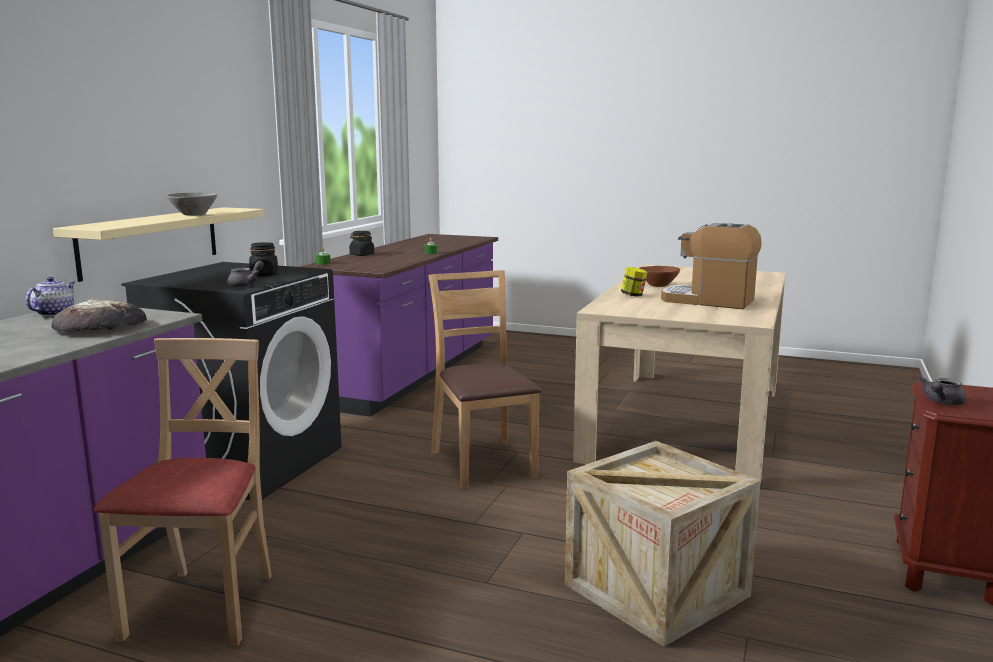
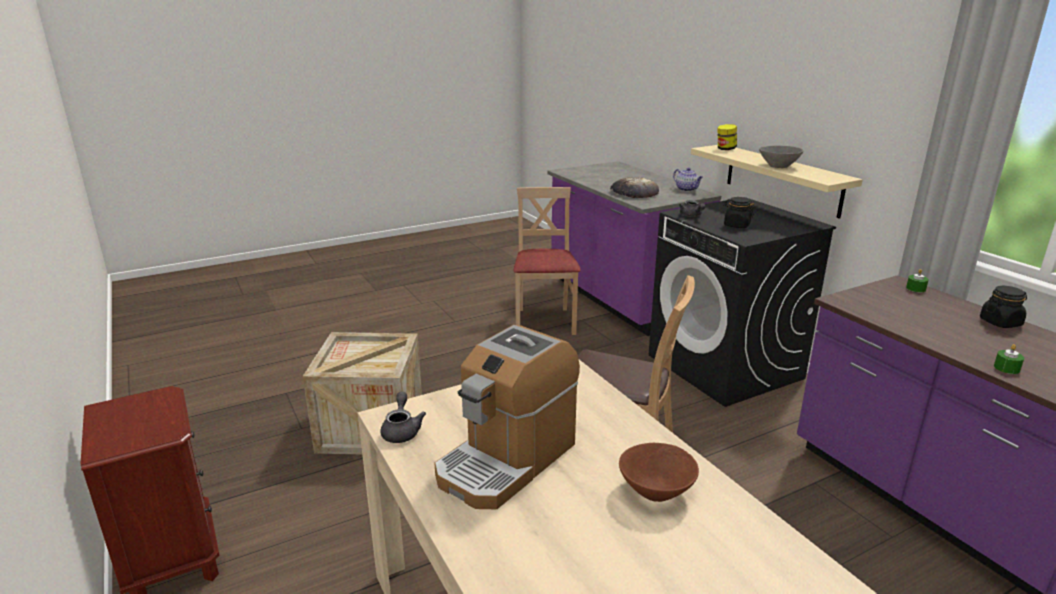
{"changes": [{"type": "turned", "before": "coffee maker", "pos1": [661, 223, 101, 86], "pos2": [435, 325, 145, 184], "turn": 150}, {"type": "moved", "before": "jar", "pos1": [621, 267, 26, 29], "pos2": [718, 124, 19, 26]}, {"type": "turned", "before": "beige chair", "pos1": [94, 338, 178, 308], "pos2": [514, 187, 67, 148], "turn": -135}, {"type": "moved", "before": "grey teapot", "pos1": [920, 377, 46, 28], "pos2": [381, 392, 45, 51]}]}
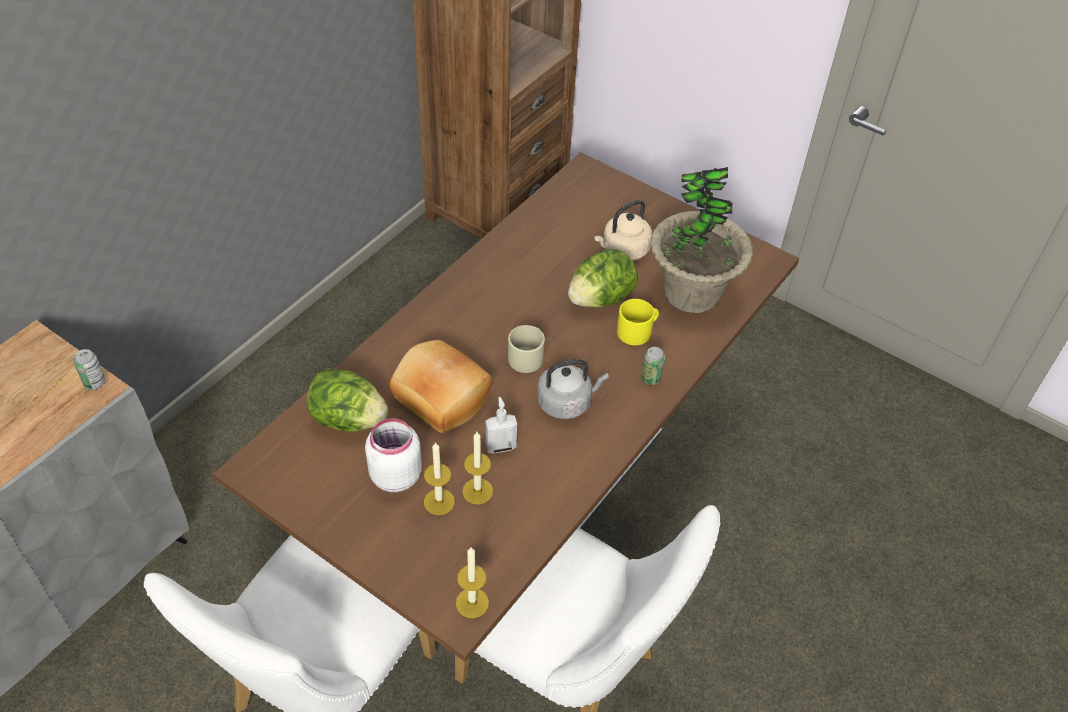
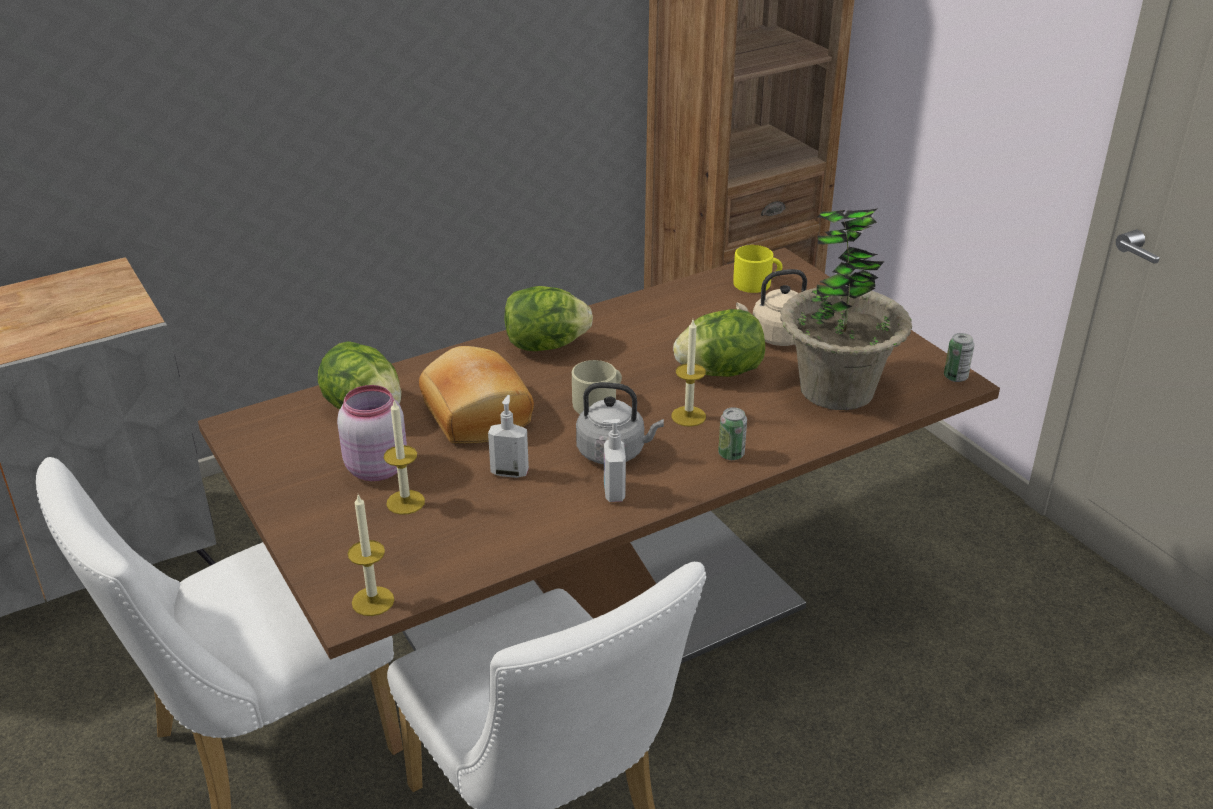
{"changes": [{"type": "moved", "before": "yellow coffee mug", "pos1": [617, 299, 42, 46], "pos2": [733, 245, 49, 48]}, {"type": "moved", "before": "sealed can", "pos1": [73, 349, 33, 41], "pos2": [944, 333, 30, 49]}, {"type": "recoloured", "before": "white jar", "after": "pink jar", "pos1": [365, 418, 57, 74], "pos2": [337, 385, 70, 96]}, {"type": "moved", "before": "wax candle", "pos1": [462, 432, 31, 72], "pos2": [671, 320, 35, 107]}, {"type": "added", "after": "lettuce head", "pos2": [504, 286, 89, 65]}, {"type": "added", "after": "soap bottle", "pos2": [602, 419, 24, 83]}]}
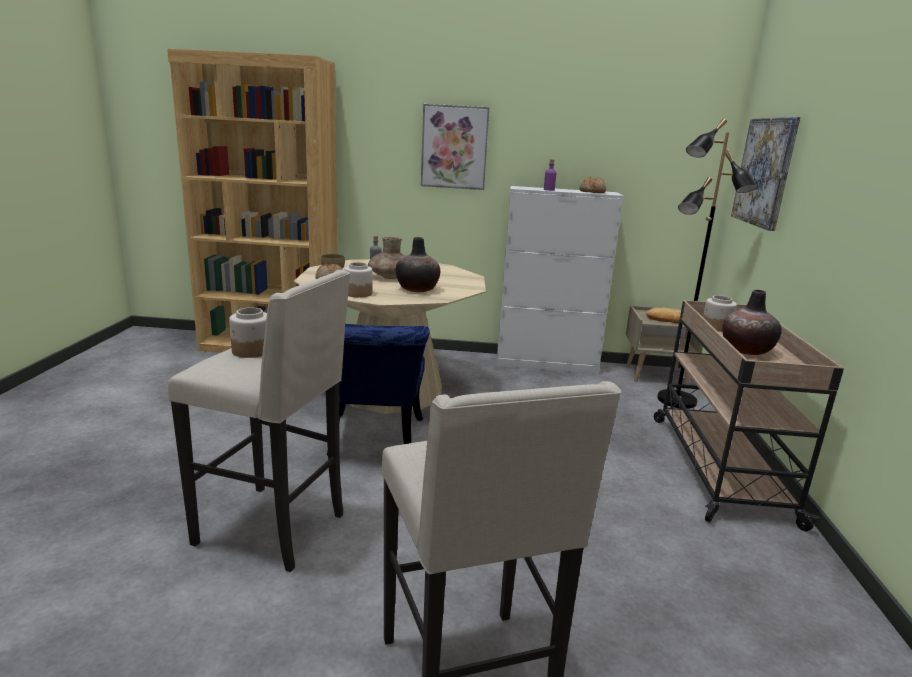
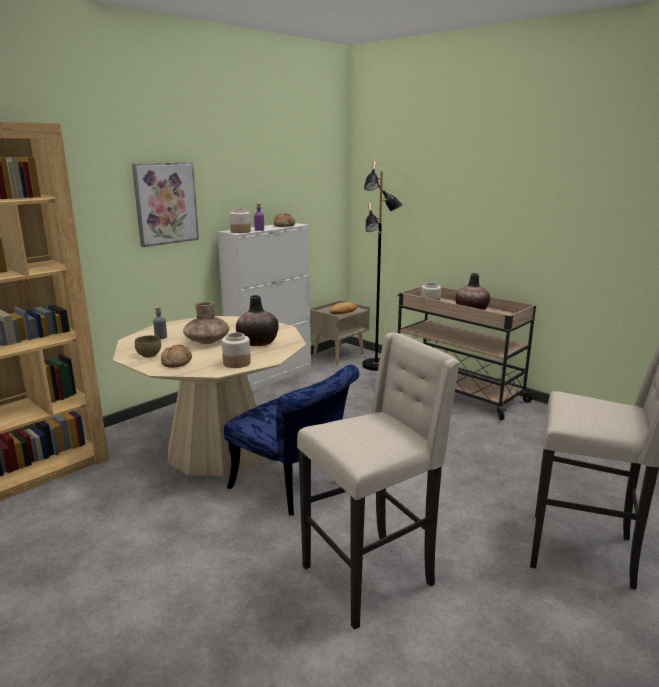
{"changes": [{"type": "removed", "before": "wall art", "pos1": [731, 117, 70, 114]}, {"type": "moved", "before": "jar", "pos1": [229, 307, 38, 51], "pos2": [230, 209, 21, 24]}]}
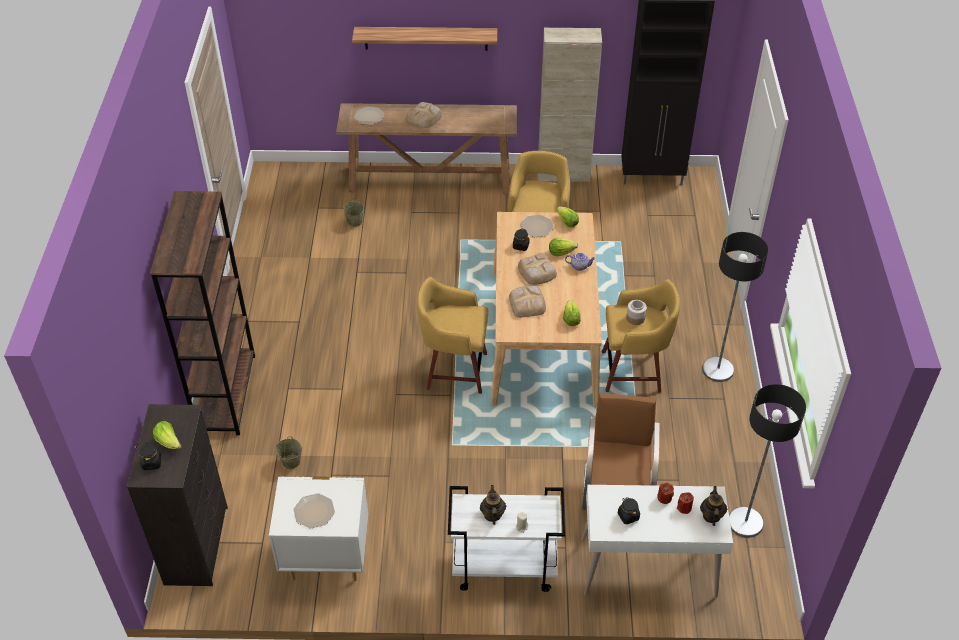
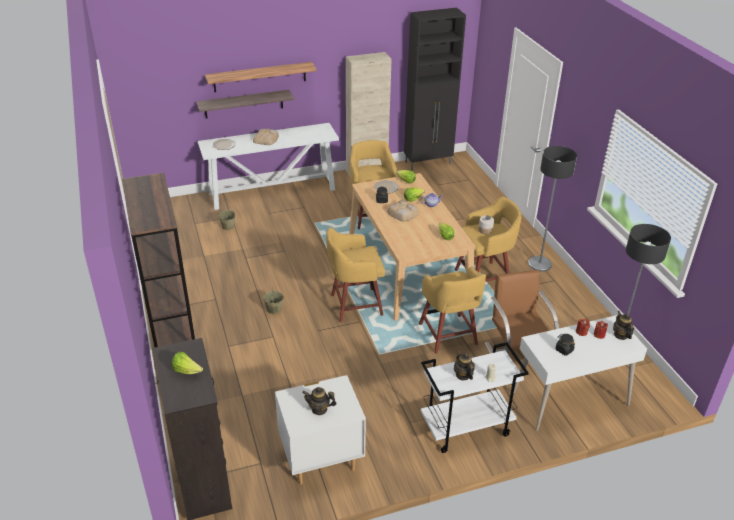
{"changes": [{"type": "recoloured", "before": "brown console table", "after": "white console table", "pos1": [336, 103, 181, 92], "pos2": [198, 123, 141, 87]}, {"type": "removed", "before": "baked bread", "pos1": [509, 286, 37, 32]}, {"type": "moved", "before": "beige bucket", "pos1": [275, 436, 27, 33], "pos2": [262, 288, 22, 26]}, {"type": "removed", "before": "black jar", "pos1": [139, 442, 22, 28]}, {"type": "replaced", "before": "plate", "after": "teapot", "pos1": [294, 493, 41, 35], "pos2": [302, 387, 35, 28]}, {"type": "added", "after": "shelf", "pos2": [196, 90, 98, 29]}, {"type": "added", "after": "yellow sitting stool", "pos2": [419, 266, 67, 88]}]}
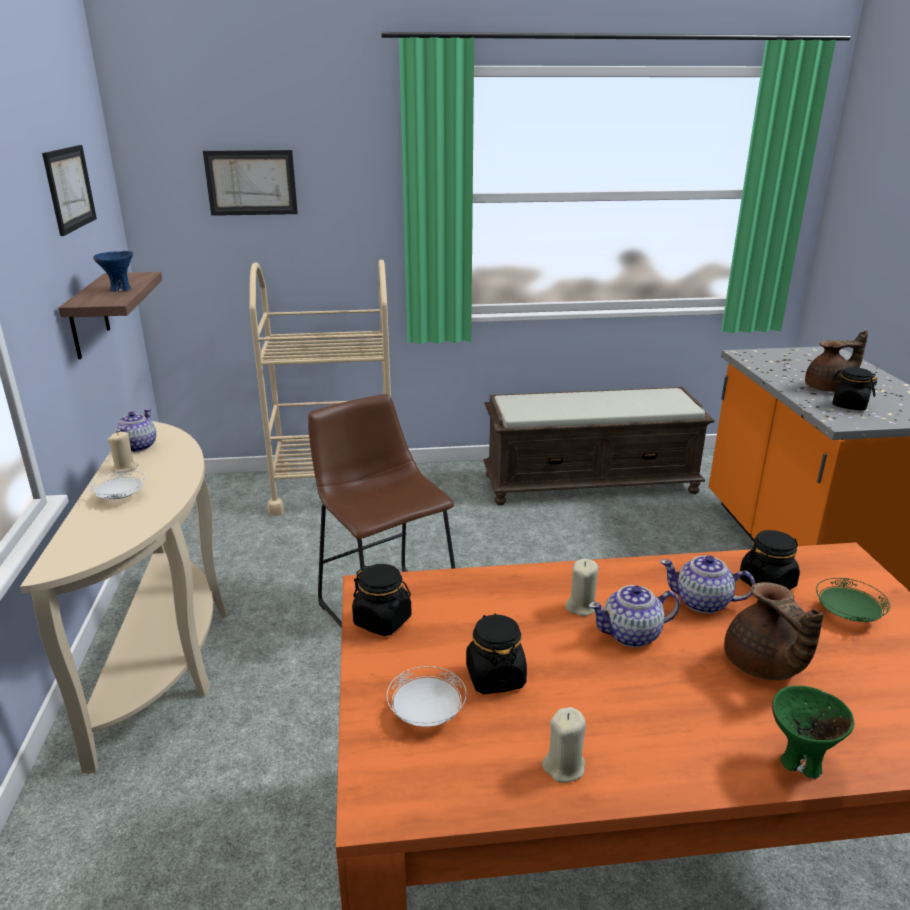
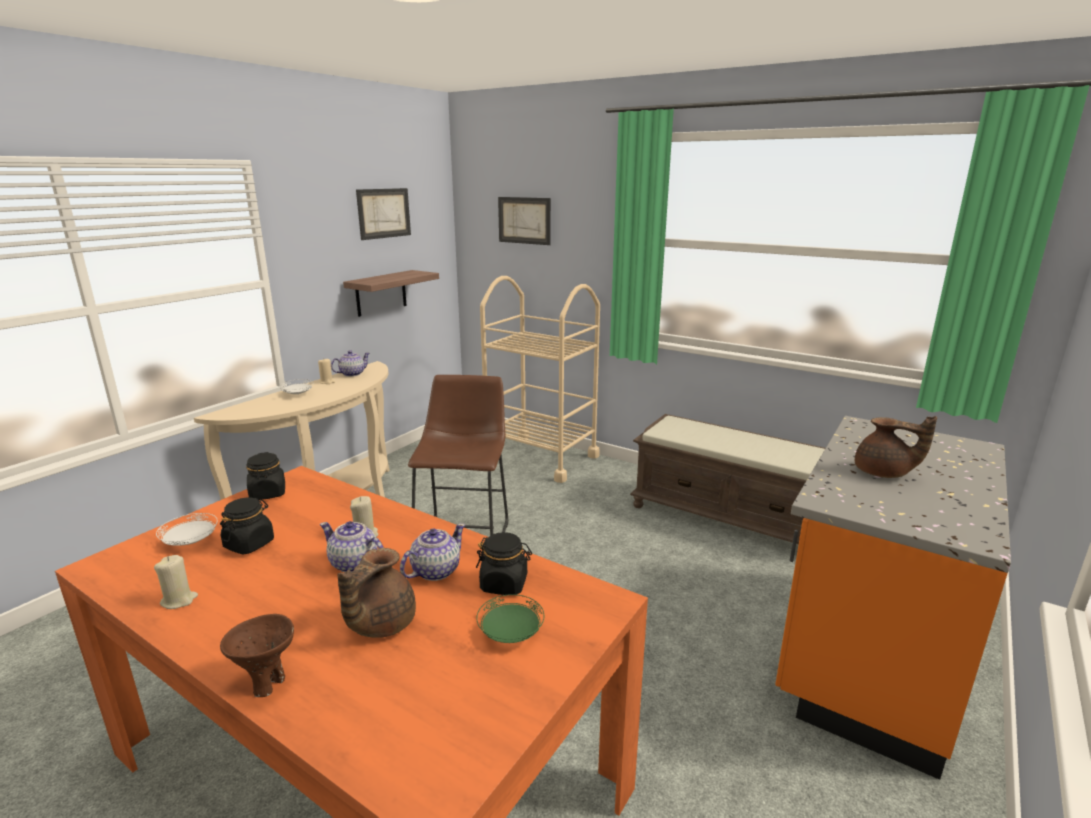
{"changes": [{"type": "removed", "before": "blue serving bowl", "pos1": [93, 251, 40, 41]}, {"type": "removed", "before": "black jar", "pos1": [832, 367, 46, 44]}, {"type": "turned", "before": "teapot", "pos1": [660, 555, 95, 59], "pos2": [400, 523, 65, 58], "turn": 75}, {"type": "recoloured", "before": "greenish serving bowl", "after": "brown serving bowl", "pos1": [772, 686, 82, 93], "pos2": [220, 614, 74, 83]}]}
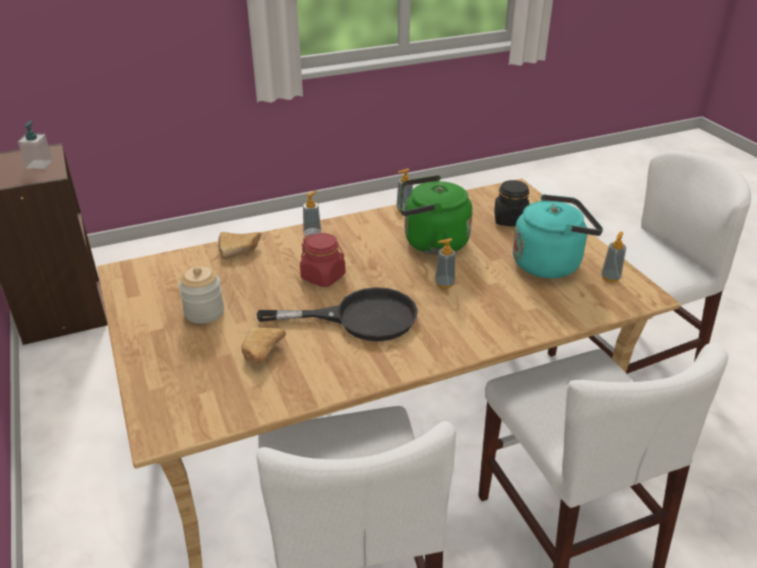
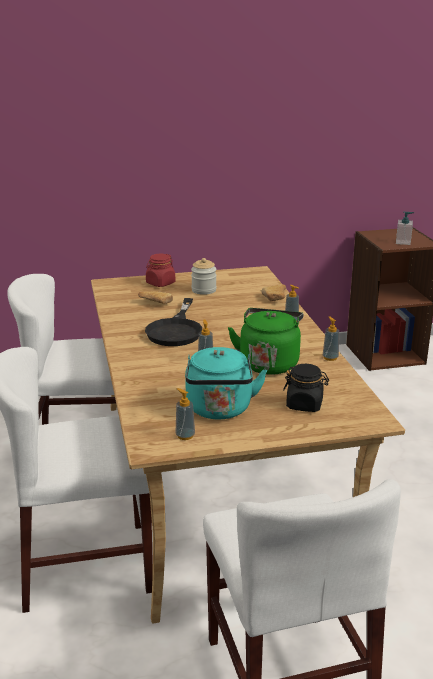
{"changes": [{"type": "moved", "before": "red-coloured jar", "pos1": [300, 233, 46, 54], "pos2": [146, 254, 29, 33]}]}
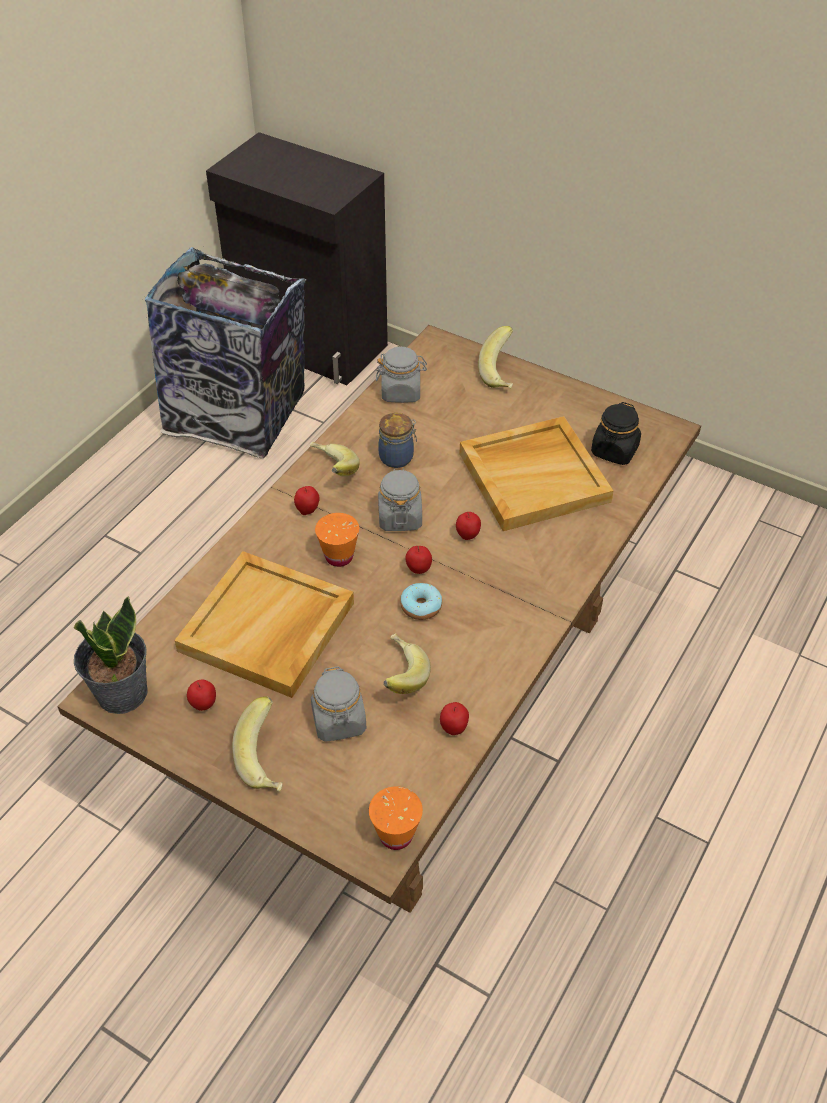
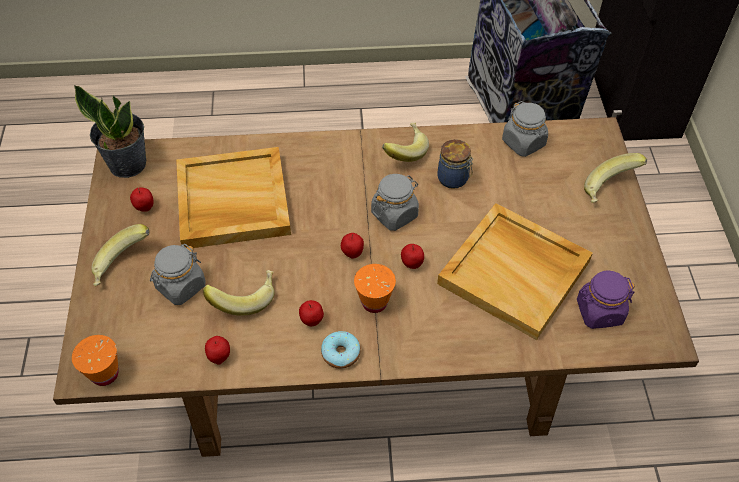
{"changes": [{"type": "recoloured", "before": "black jar", "after": "purple jar", "pos1": [591, 402, 50, 63], "pos2": [577, 270, 58, 59]}, {"type": "moved", "before": "whole apple", "pos1": [294, 486, 26, 29], "pos2": [299, 300, 25, 27]}, {"type": "moved", "before": "orangey small cup", "pos1": [315, 513, 44, 54], "pos2": [354, 264, 42, 49]}, {"type": "moved", "before": "doughnut", "pos1": [400, 583, 42, 37], "pos2": [321, 331, 40, 38]}]}
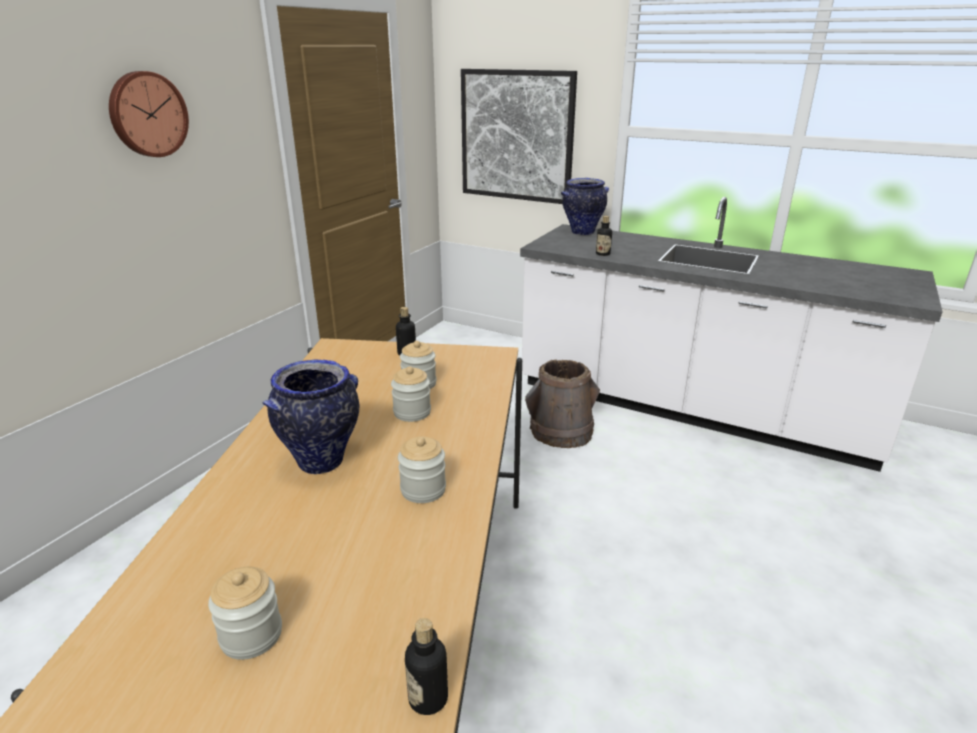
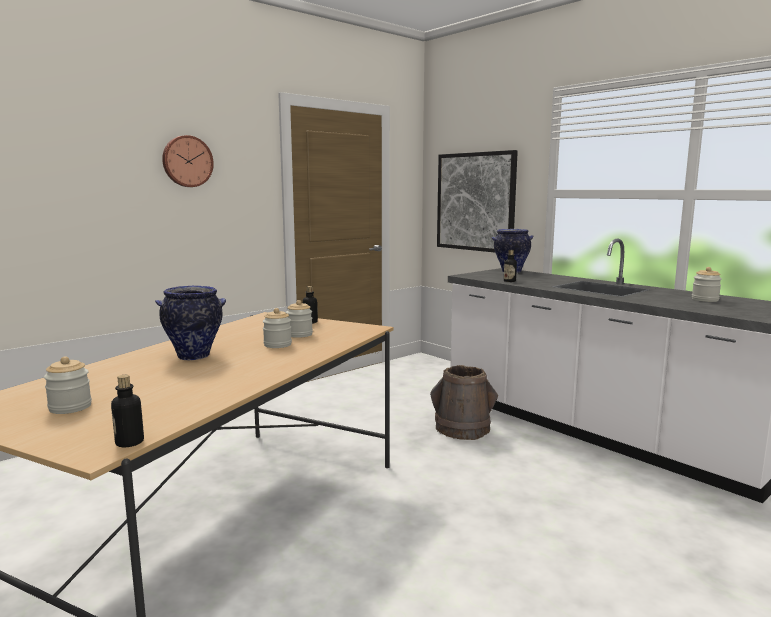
{"changes": [{"type": "moved", "before": "jar", "pos1": [398, 436, 48, 67], "pos2": [692, 267, 30, 35]}]}
